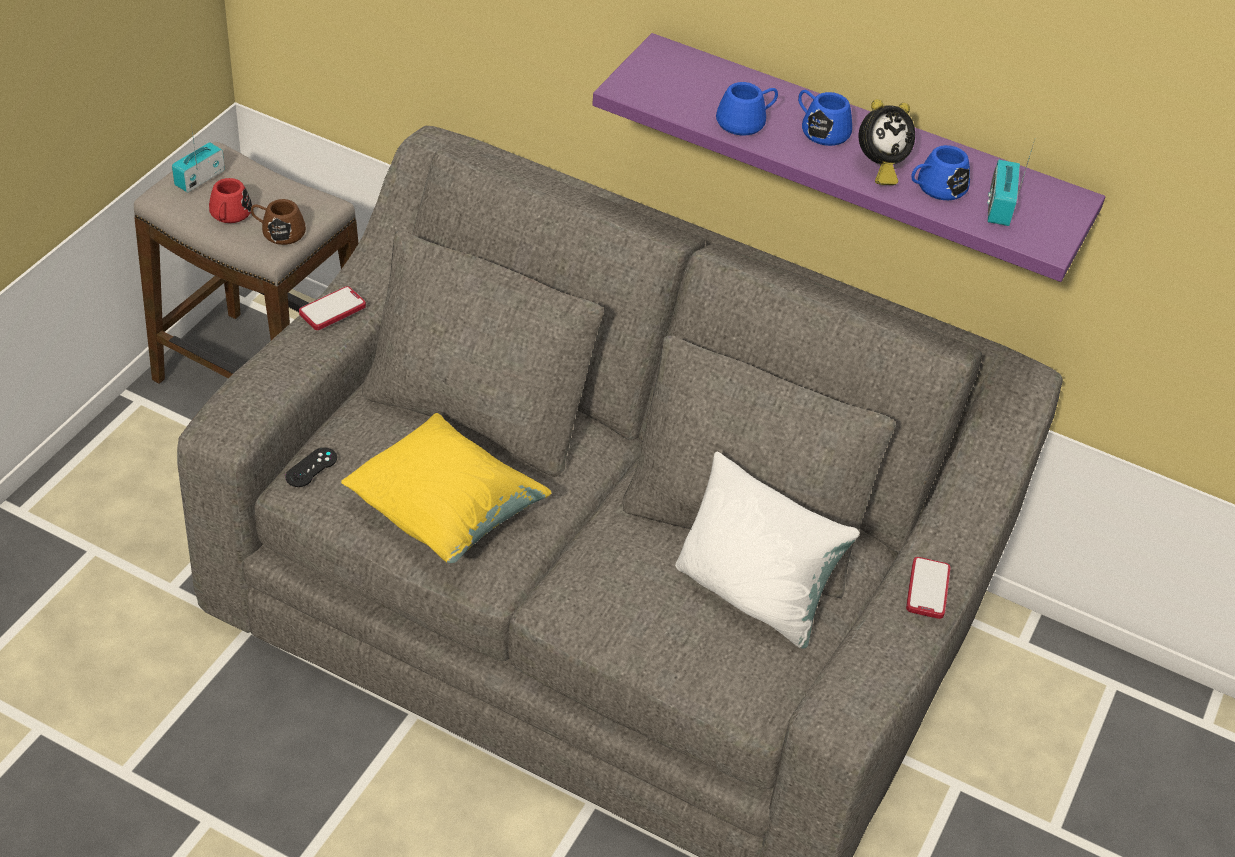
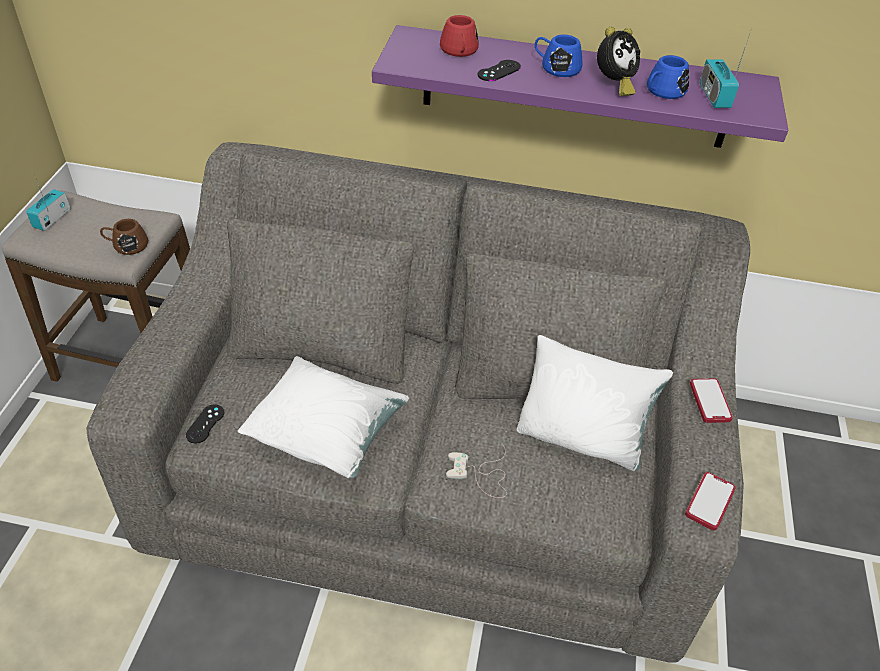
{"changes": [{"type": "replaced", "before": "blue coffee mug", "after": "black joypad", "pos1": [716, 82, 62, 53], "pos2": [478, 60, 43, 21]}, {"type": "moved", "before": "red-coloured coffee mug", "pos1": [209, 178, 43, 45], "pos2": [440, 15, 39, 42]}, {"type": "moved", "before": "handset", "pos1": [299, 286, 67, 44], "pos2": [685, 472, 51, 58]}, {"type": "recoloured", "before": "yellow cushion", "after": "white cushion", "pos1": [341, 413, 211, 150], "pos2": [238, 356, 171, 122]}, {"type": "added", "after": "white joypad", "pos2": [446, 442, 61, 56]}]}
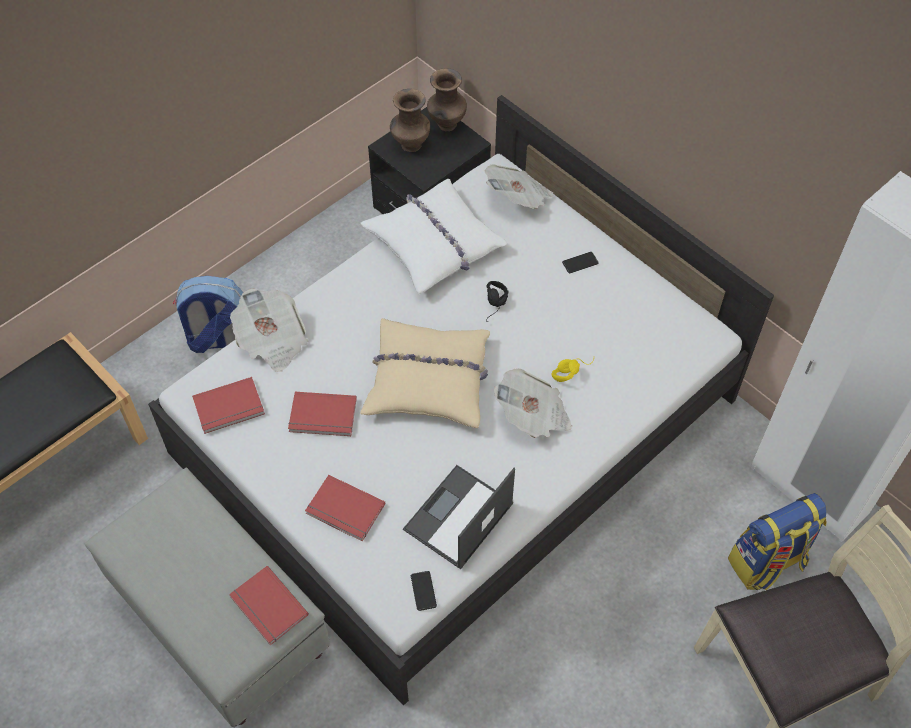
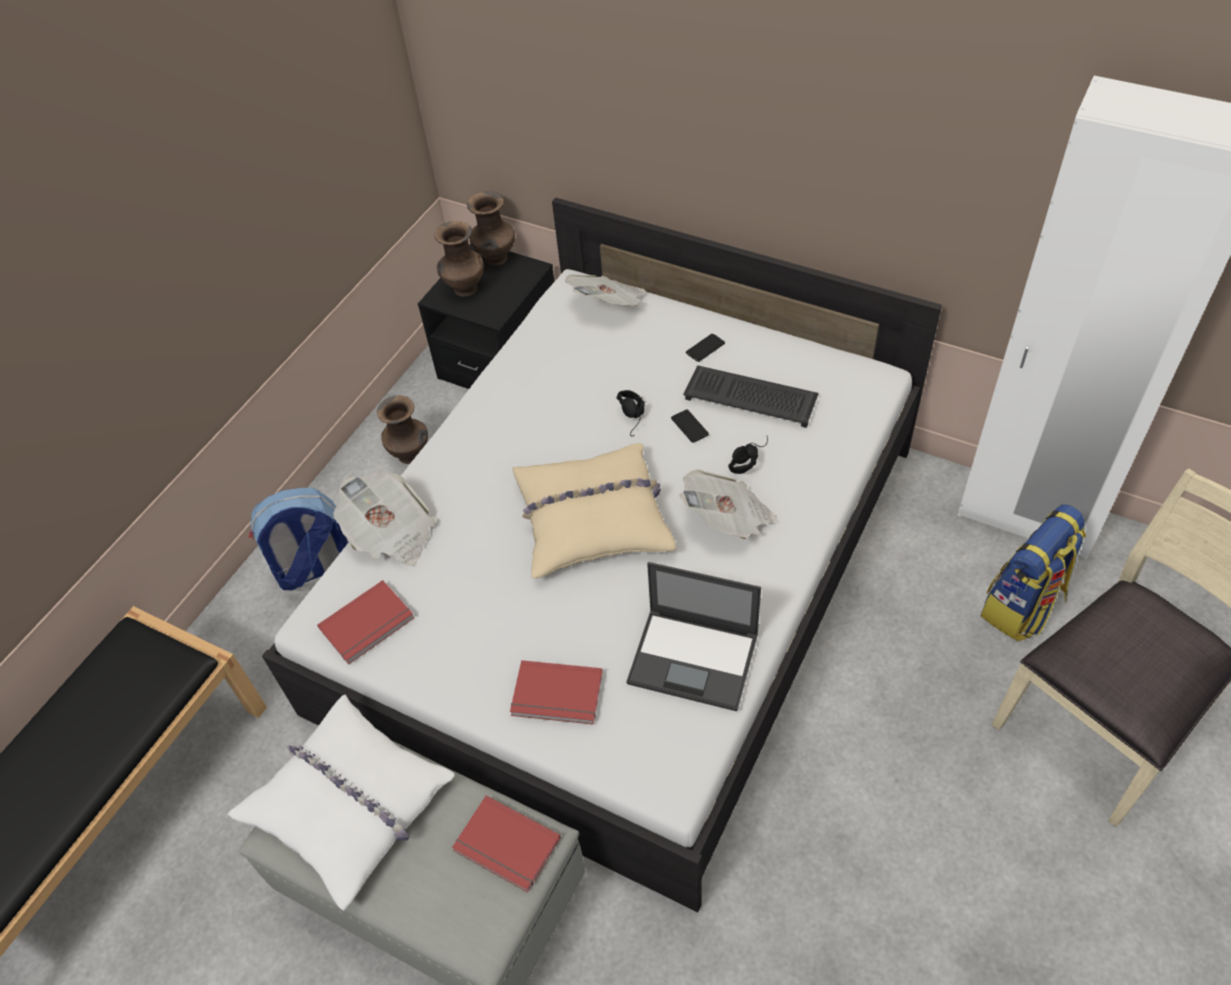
{"changes": [{"type": "moved", "before": "white cushion", "pos1": [360, 179, 147, 115], "pos2": [228, 695, 227, 216]}, {"type": "recoloured", "before": "yellow headset", "after": "black headset", "pos1": [552, 359, 42, 23], "pos2": [728, 437, 40, 37]}, {"type": "removed", "before": "red-coloured bound book", "pos1": [288, 392, 69, 44]}, {"type": "turned", "before": "notebook computer", "pos1": [403, 465, 112, 104], "pos2": [626, 562, 135, 149], "turn": -90}, {"type": "moved", "before": "handset", "pos1": [411, 571, 26, 40], "pos2": [671, 410, 38, 33]}, {"type": "added", "after": "computer keyboard", "pos2": [683, 365, 136, 63]}, {"type": "added", "after": "brown decorative vase", "pos2": [377, 395, 51, 69]}]}
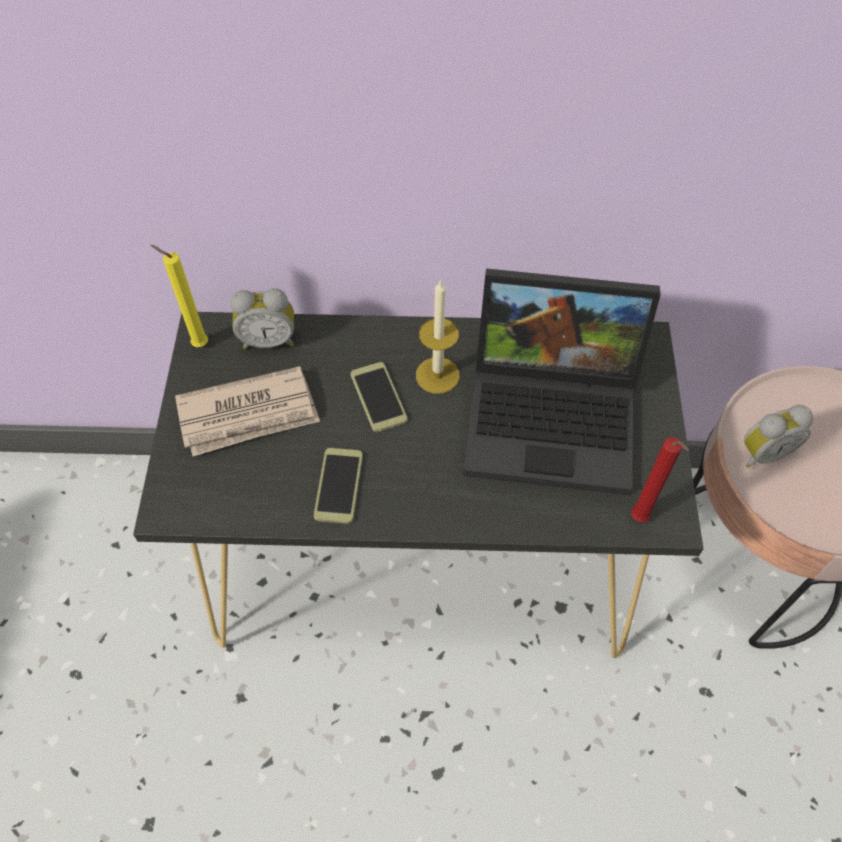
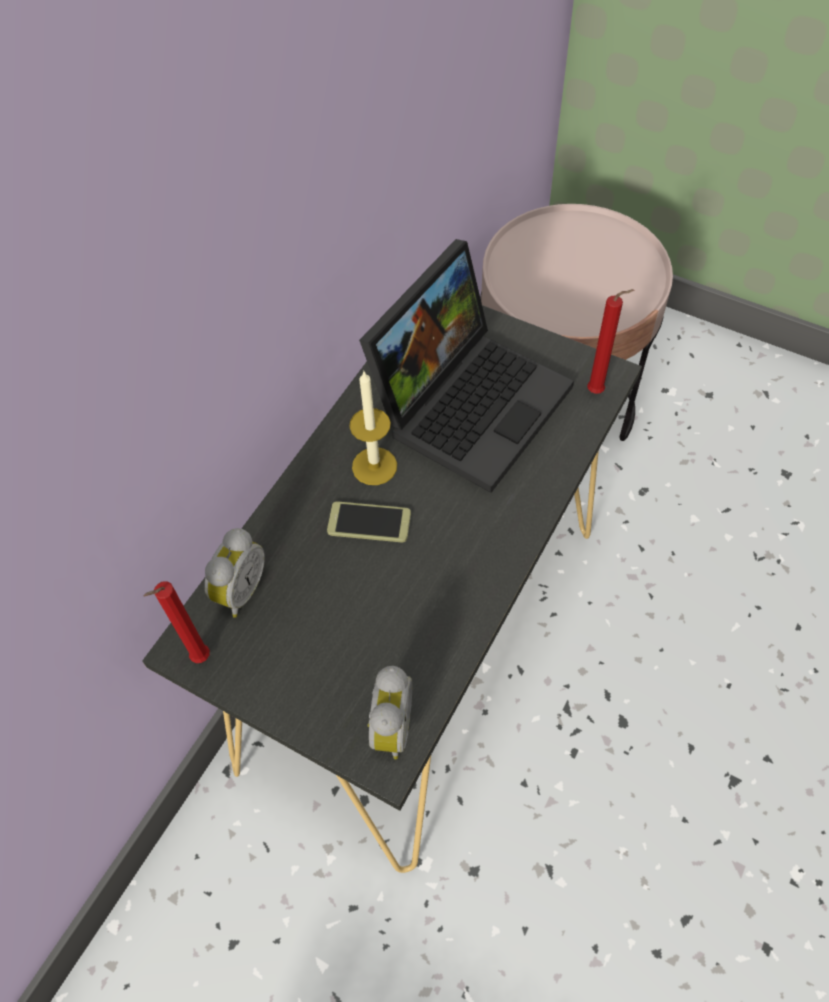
{"changes": [{"type": "recoloured", "before": "yellow wax candle", "after": "red-coloured wax candle", "pos1": [150, 245, 58, 102], "pos2": [144, 581, 66, 82]}, {"type": "removed", "before": "daily paper", "pos1": [175, 366, 145, 90]}, {"type": "moved", "before": "bedside clock", "pos1": [744, 405, 69, 63], "pos2": [367, 666, 45, 94]}, {"type": "removed", "before": "handset", "pos1": [314, 448, 49, 76]}]}
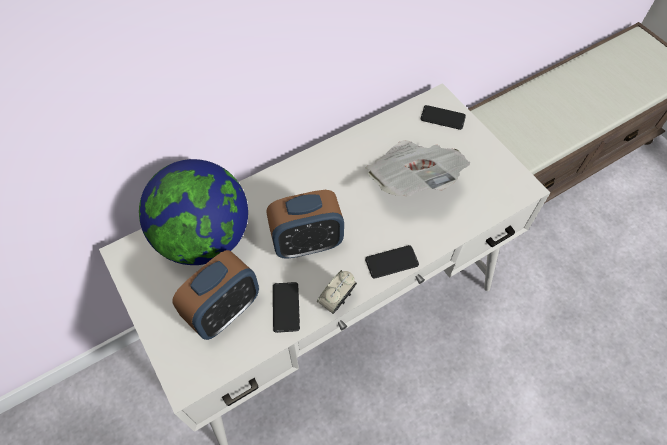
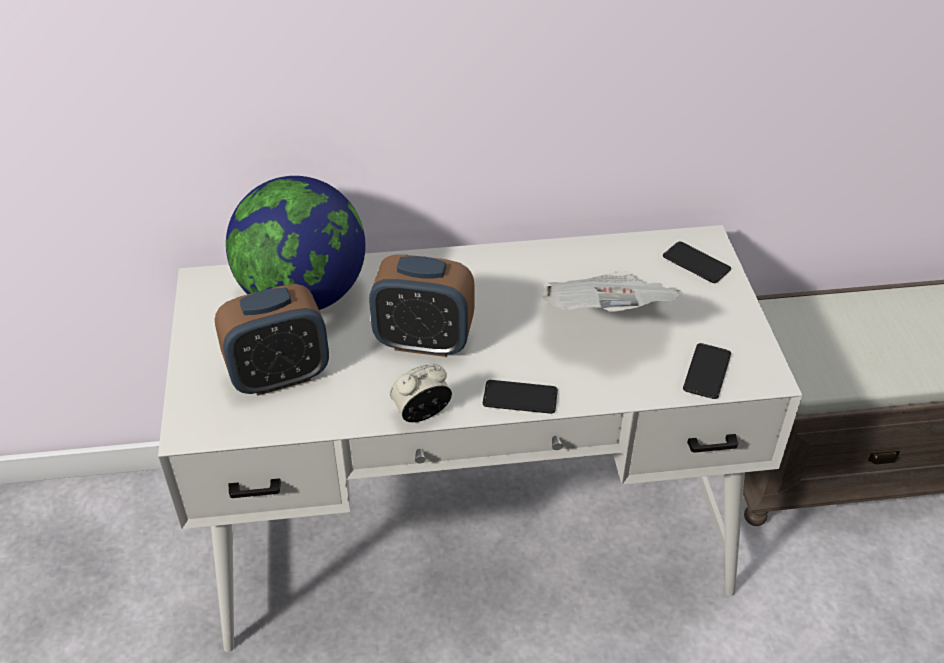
{"changes": [{"type": "moved", "before": "handset", "pos1": [273, 282, 27, 51], "pos2": [683, 343, 48, 56]}]}
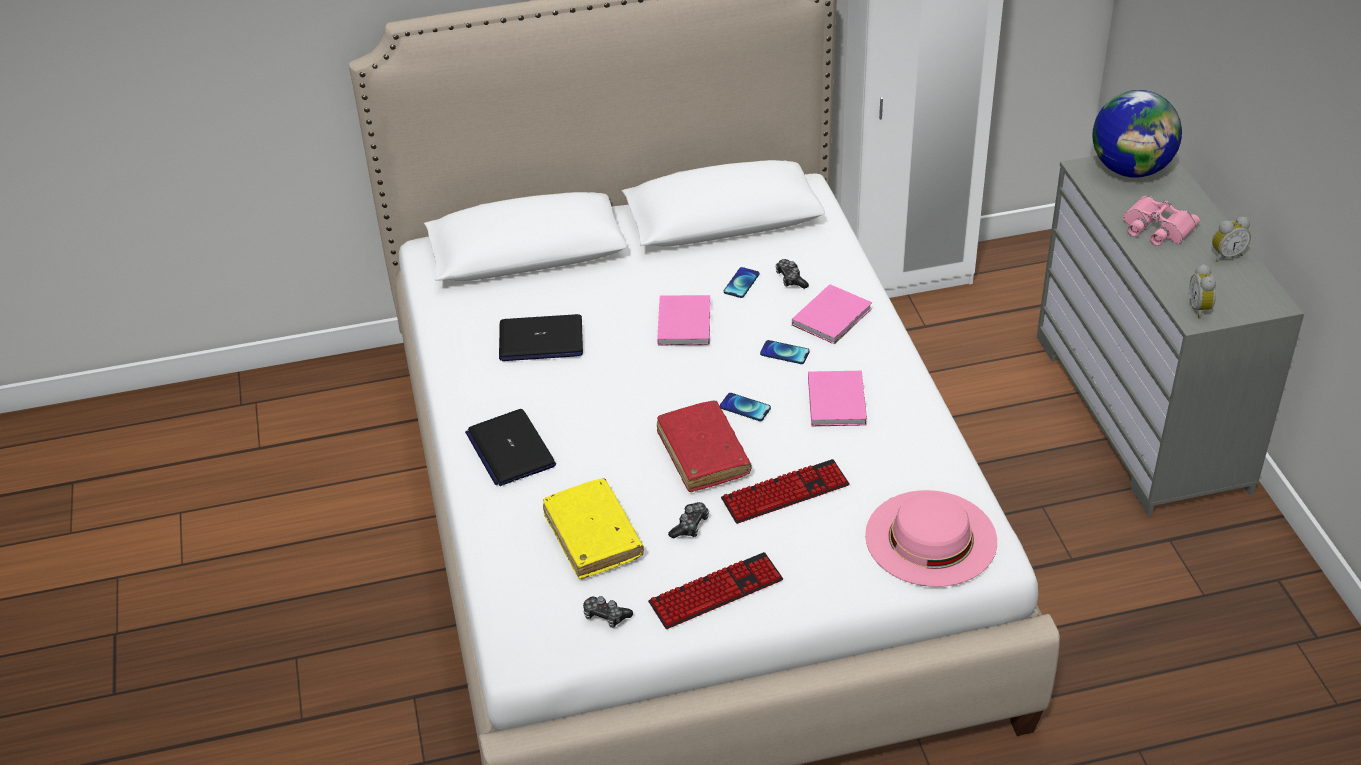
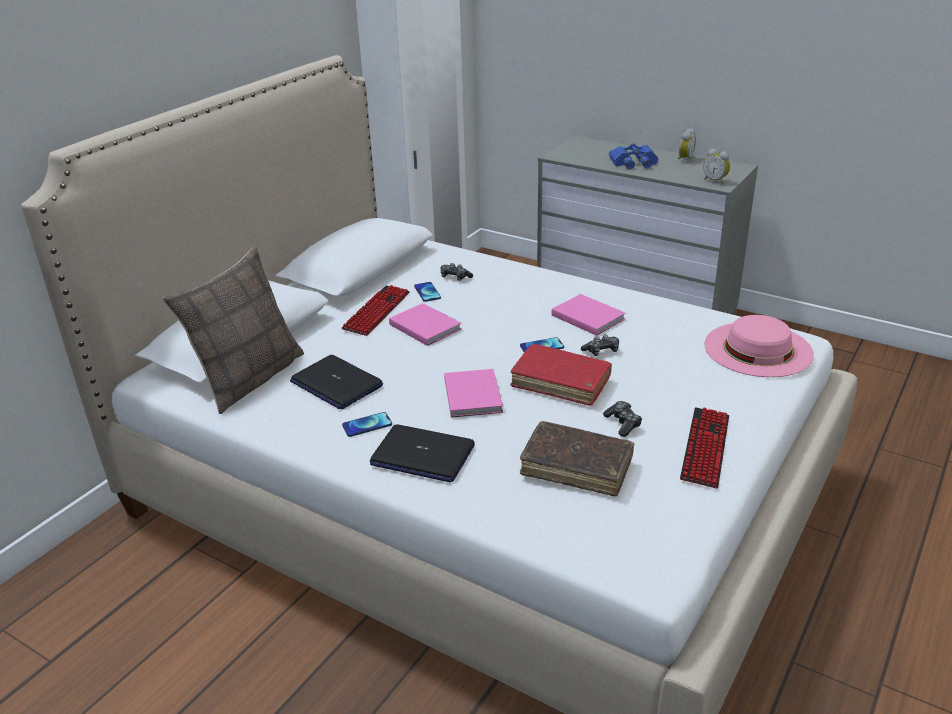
{"changes": [{"type": "removed", "before": "globe", "pos1": [1093, 90, 89, 88]}, {"type": "recoloured", "before": "pink binoculars", "after": "blue binoculars", "pos1": [1123, 196, 77, 50], "pos2": [609, 143, 49, 26]}, {"type": "moved", "before": "pink bound book", "pos1": [792, 284, 80, 61], "pos2": [444, 369, 59, 49]}, {"type": "turned", "before": "notebook computer", "pos1": [499, 314, 84, 47], "pos2": [290, 355, 93, 54], "turn": 90}, {"type": "moved", "before": "handset", "pos1": [760, 340, 50, 24], "pos2": [342, 412, 50, 25]}, {"type": "moved", "before": "computer keyboard", "pos1": [721, 459, 128, 65], "pos2": [342, 285, 68, 51]}, {"type": "recoloured", "before": "yellow bound book", "after": "brown bound book", "pos1": [543, 478, 101, 101], "pos2": [520, 421, 114, 75]}, {"type": "moved", "before": "joypad", "pos1": [583, 596, 50, 32], "pos2": [581, 335, 38, 21]}, {"type": "added", "after": "cushion", "pos2": [163, 247, 141, 167]}]}
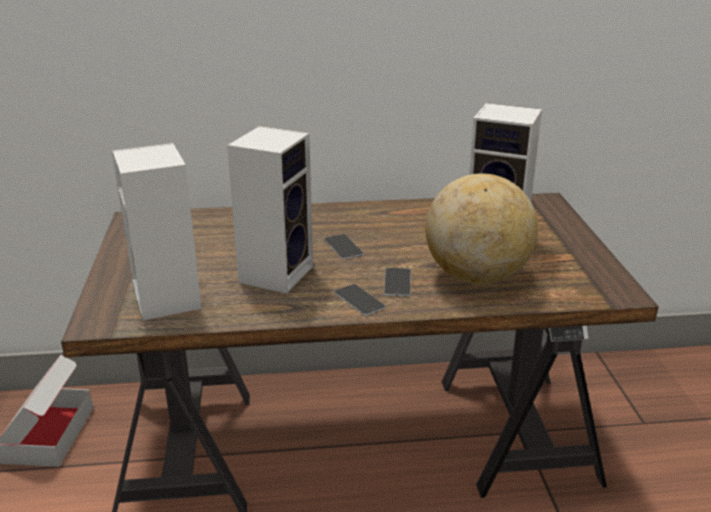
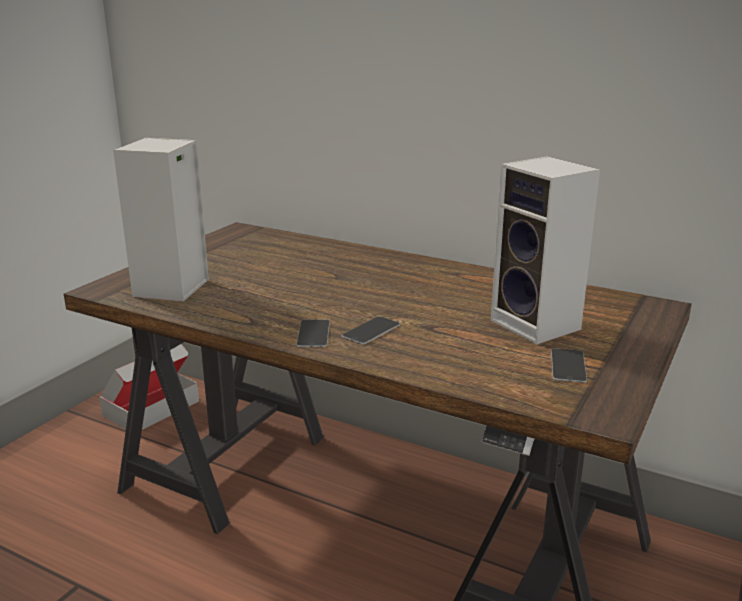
{"changes": [{"type": "removed", "before": "loudspeaker", "pos1": [227, 126, 86, 167]}, {"type": "removed", "before": "globe", "pos1": [425, 173, 113, 111]}, {"type": "moved", "before": "handset", "pos1": [324, 234, 40, 26], "pos2": [551, 348, 36, 35]}]}
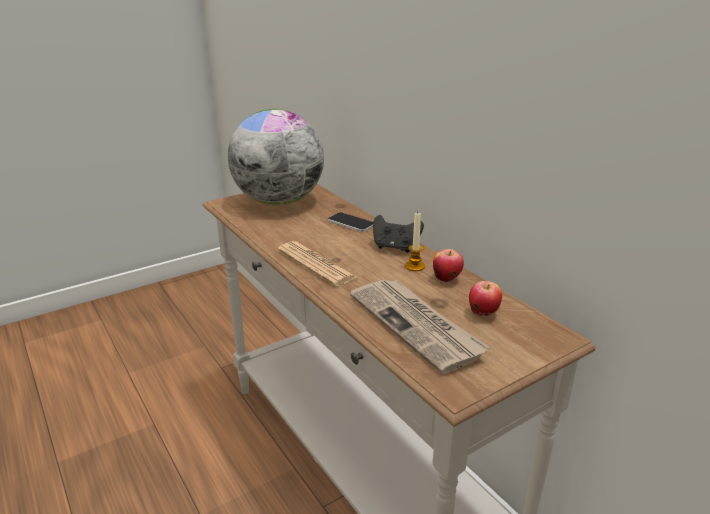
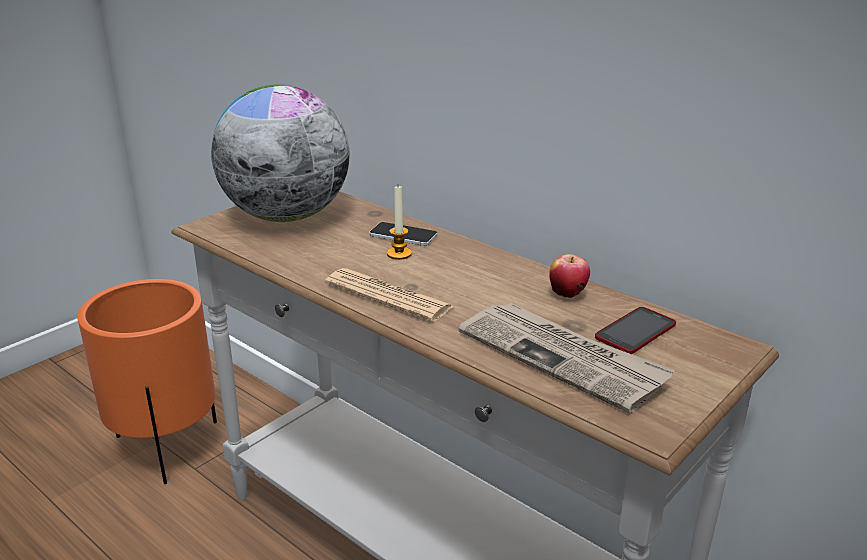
{"changes": [{"type": "moved", "before": "wax candle", "pos1": [405, 213, 20, 58], "pos2": [387, 186, 25, 74]}, {"type": "removed", "before": "black joypad", "pos1": [373, 215, 51, 38]}, {"type": "replaced", "before": "whole apple", "after": "handset", "pos1": [469, 281, 33, 35], "pos2": [595, 307, 81, 47]}, {"type": "added", "after": "orangey plant pot", "pos2": [78, 279, 139, 205]}]}
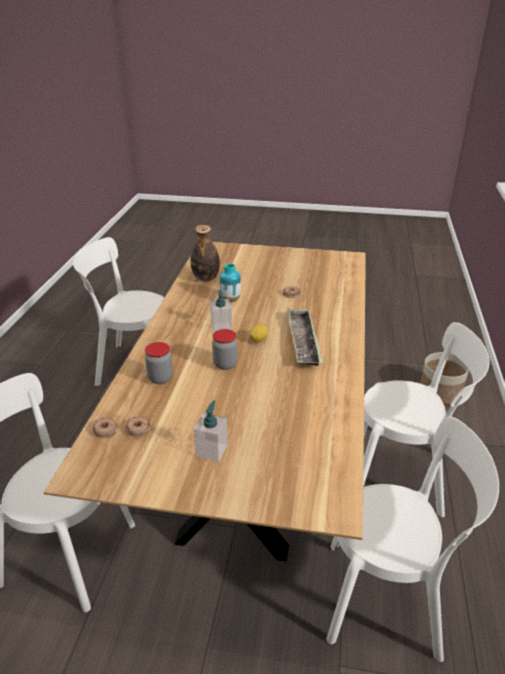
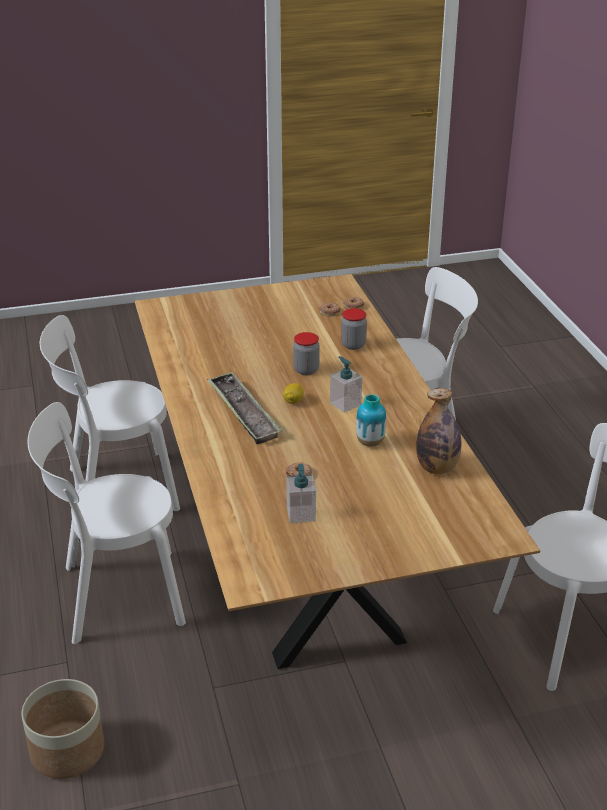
{"changes": [{"type": "moved", "before": "soap bottle", "pos1": [194, 400, 34, 62], "pos2": [286, 464, 30, 59]}]}
